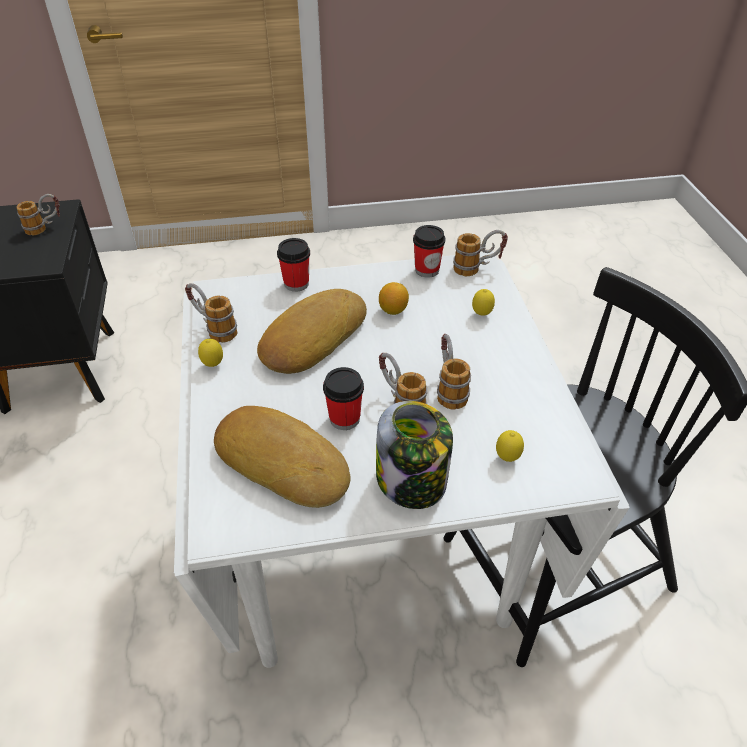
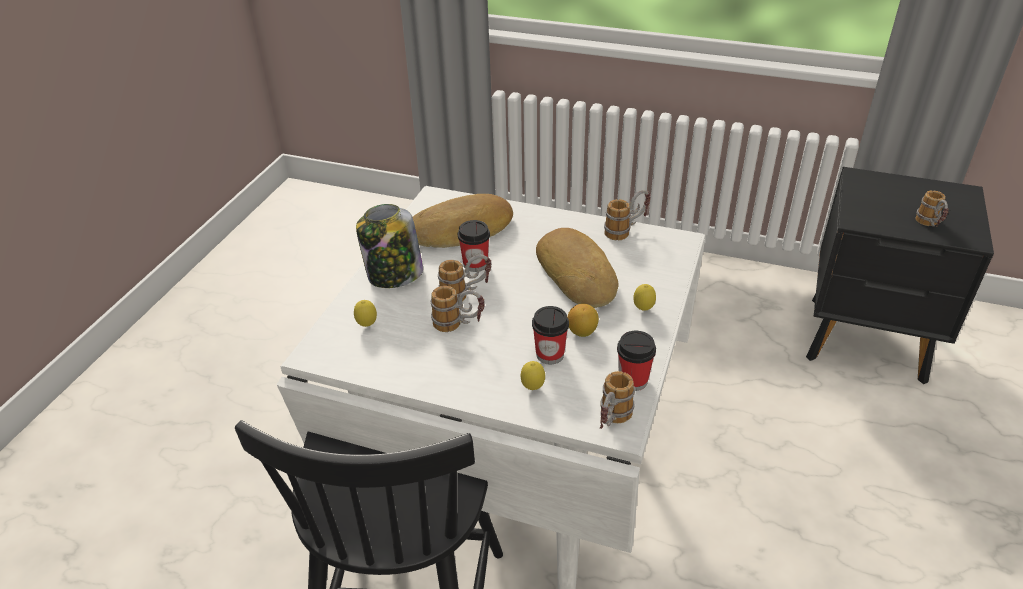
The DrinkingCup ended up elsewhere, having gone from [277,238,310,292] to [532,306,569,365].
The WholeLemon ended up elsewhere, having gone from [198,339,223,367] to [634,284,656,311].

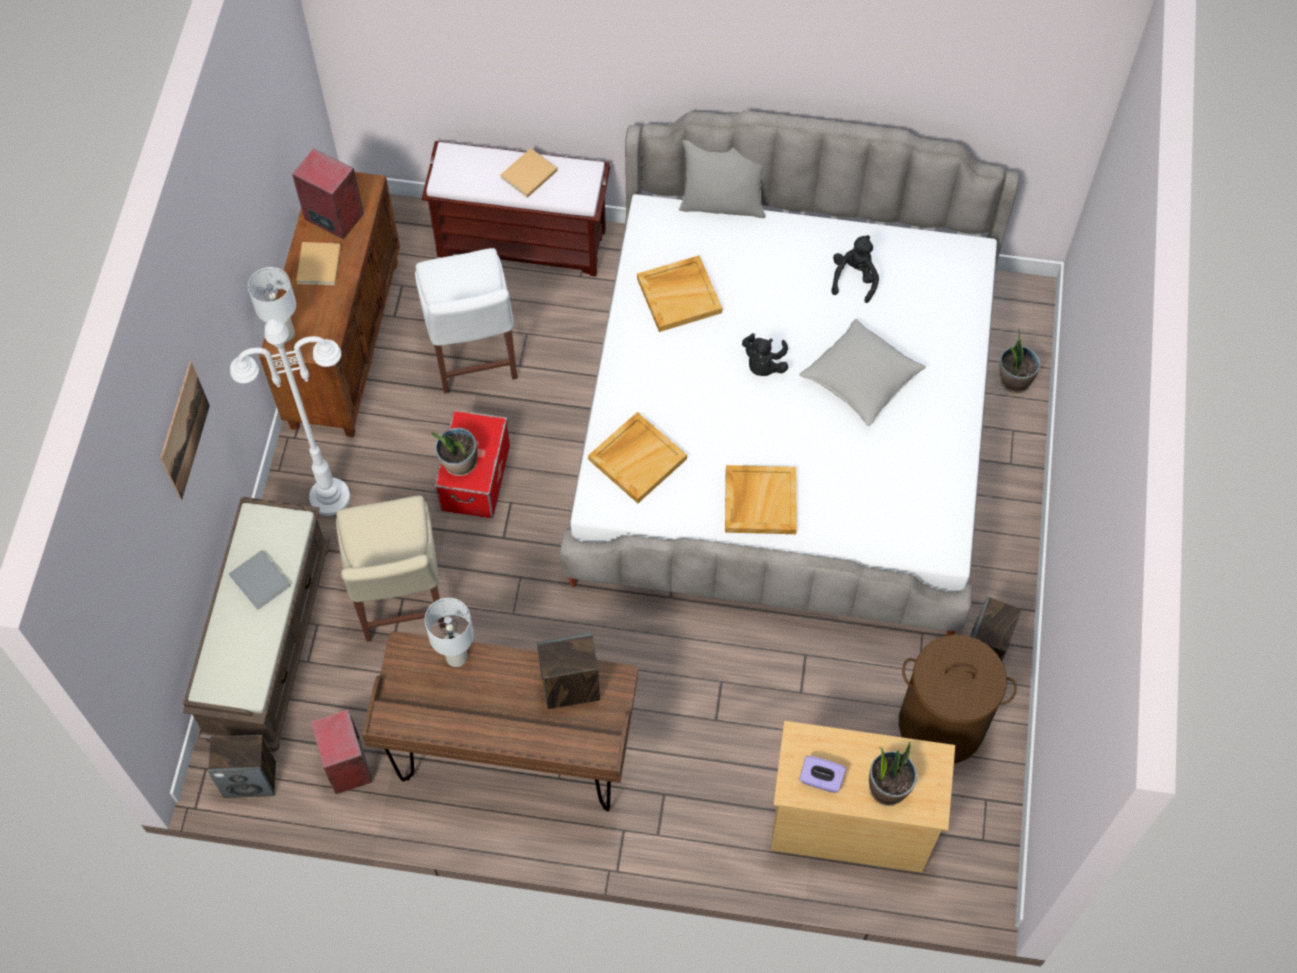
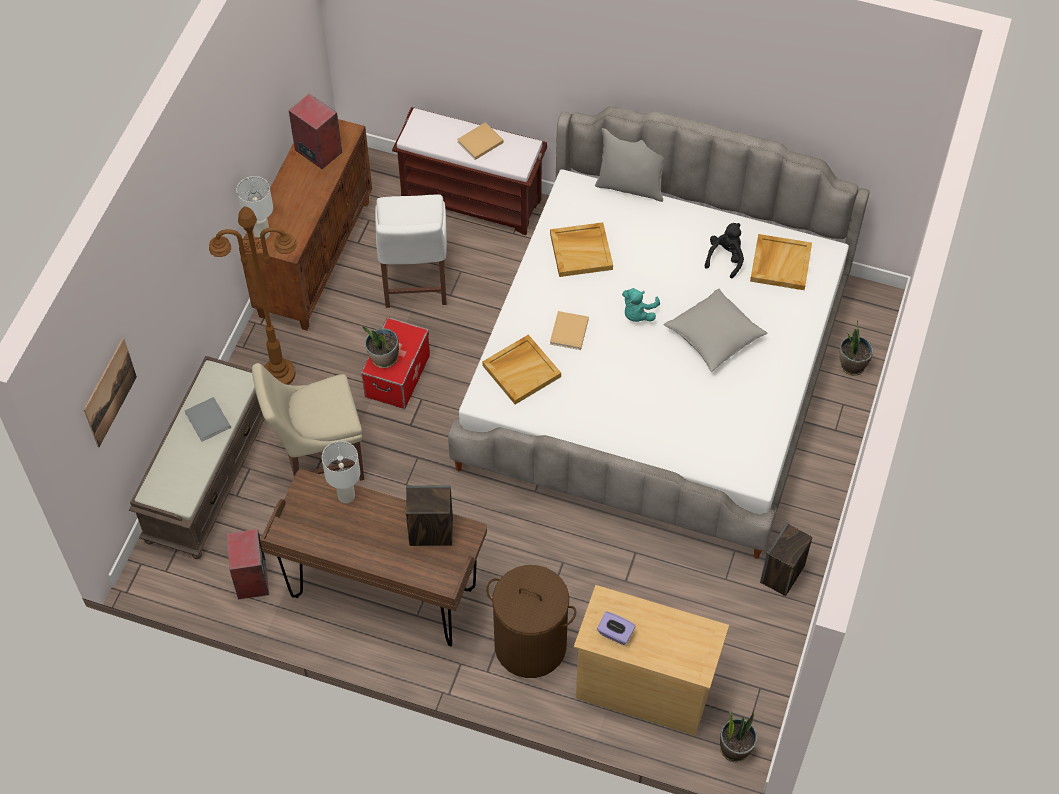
The SandColouredBook ended up elsewhere, having gone from [296,242,341,285] to [550,311,589,350].
What was the WhitishStandardLamp at [230,318,350,516] turned into the BrownStandardLamp at [209,206,297,385].
What was the BlackSoftToy at [742,333,788,376] turned into the TurquoiseColouredSoftToy at [622,288,660,322].
The Picture ended up elsewhere, having gone from [160,361,210,500] to [84,338,137,447].
The SandColouredTray ended up elsewhere, having gone from [725,465,797,534] to [750,234,812,290].
The SandColouredUprightChair at [336,495,446,642] ended up facing another way, 75 degrees clockwise from before.
The BrownHamper ended up elsewhere, having gone from [899,635,1017,764] to [486,565,576,678].
The second view lost the AudioSpeaker at [208,735,276,798].
The PlantInAPot ended up elsewhere, having gone from [869,741,917,806] to [720,711,757,762].

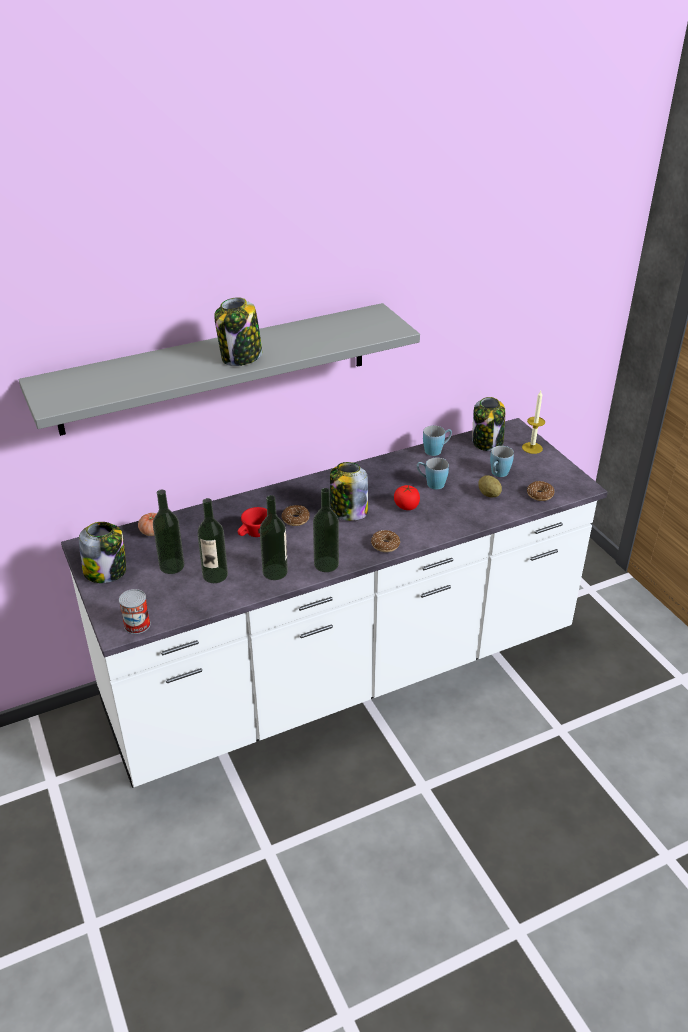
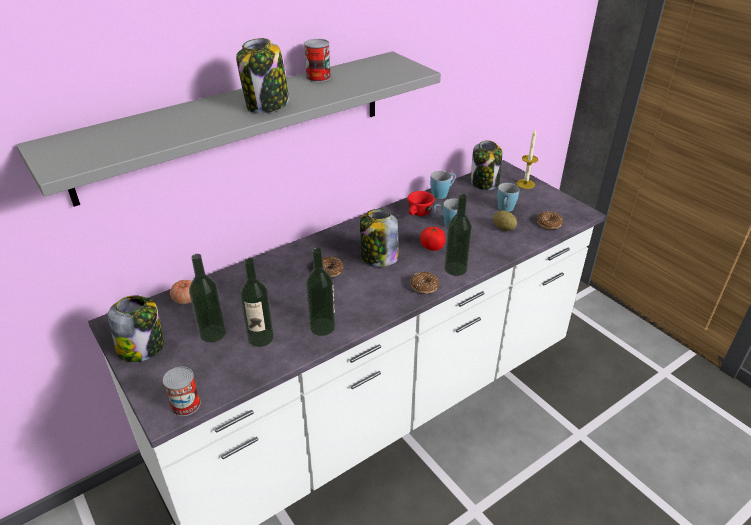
The Bottle ended up elsewhere, having gone from [313,488,339,572] to [444,194,472,276].
The ReddishDrinkingCup ended up elsewhere, having gone from [238,507,267,537] to [408,191,434,216].
The second view gained the Can at [304,39,331,82].

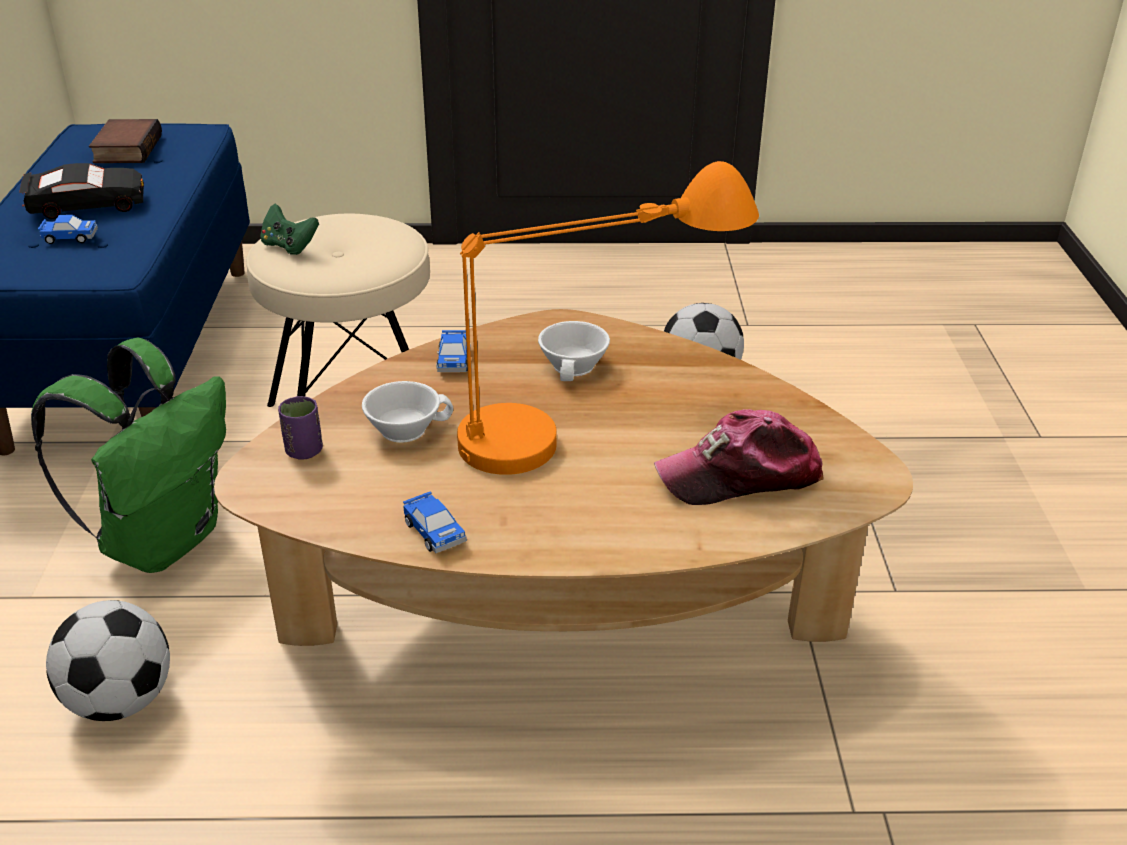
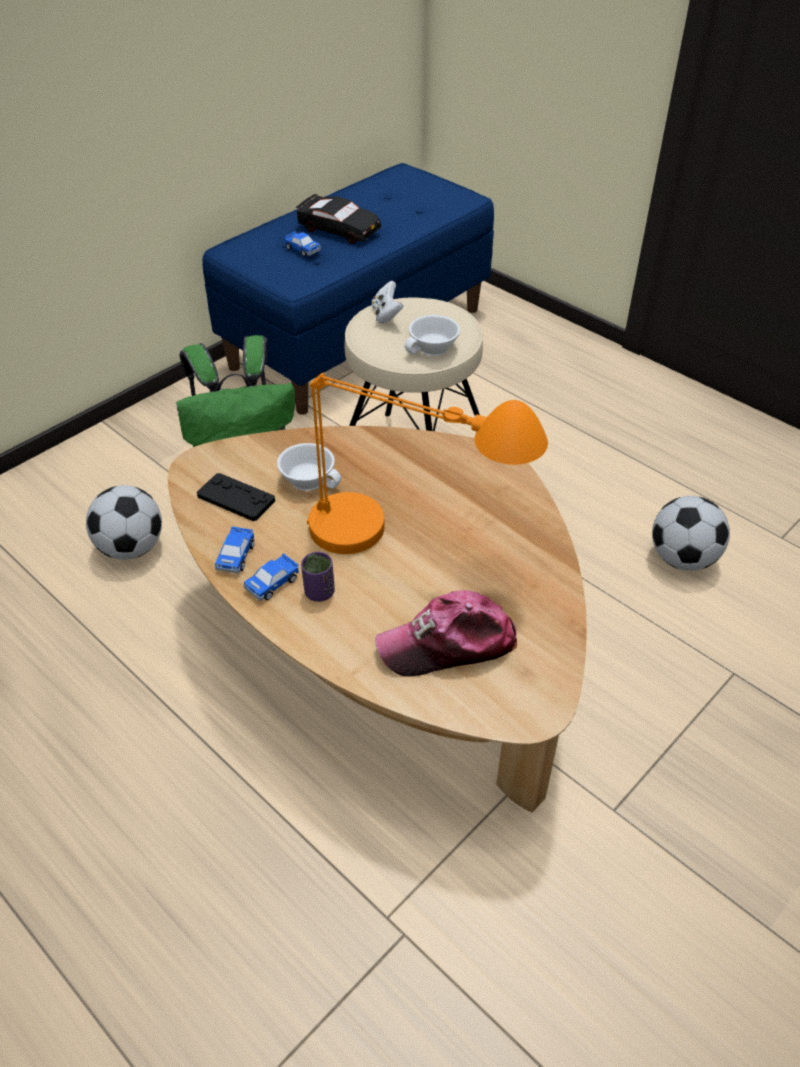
The second view lost the Book at [89,119,162,163].
What was the GreenGameController at [260,204,319,255] turned into the WhitishGameController at [372,281,403,324].
The WhitishDrinkingCup ended up elsewhere, having gone from [538,321,610,381] to [405,315,460,356].
The MiniatureCar ended up elsewhere, having gone from [436,330,471,372] to [244,553,299,601].
The PurplishDrinkingCup ended up elsewhere, having gone from [278,396,323,460] to [301,552,335,602].
The BaseballCap at [654,409,824,505] ended up facing another way, 45 degrees counterclockwise from before.
The second view gained the BlackGameController at [197,473,275,521].

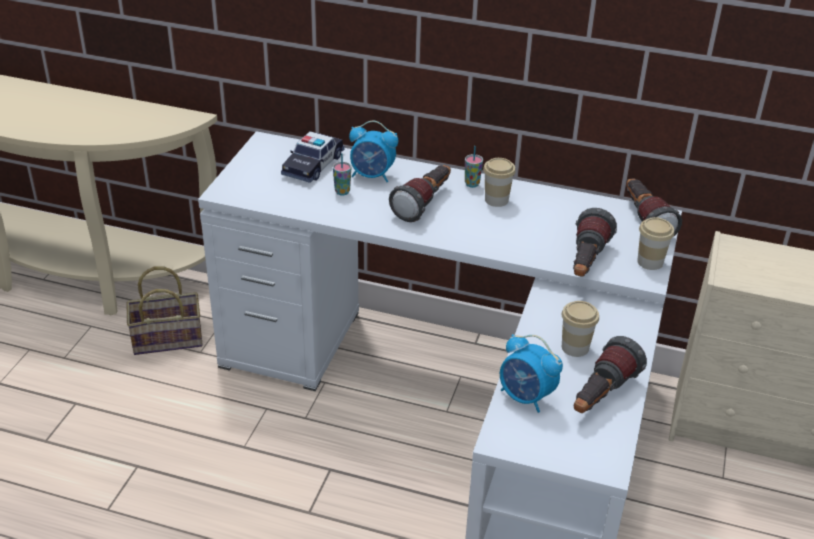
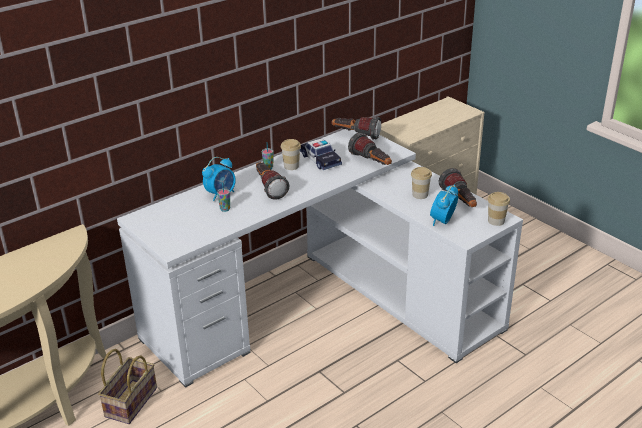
The MiniatureCar ended up elsewhere, having gone from [281,131,345,183] to [300,138,342,170].
The DrinkingCup ended up elsewhere, having gone from [637,217,674,270] to [487,192,510,226].
The BedsideClock at [500,334,563,413] ended up facing another way, 135 degrees clockwise from before.

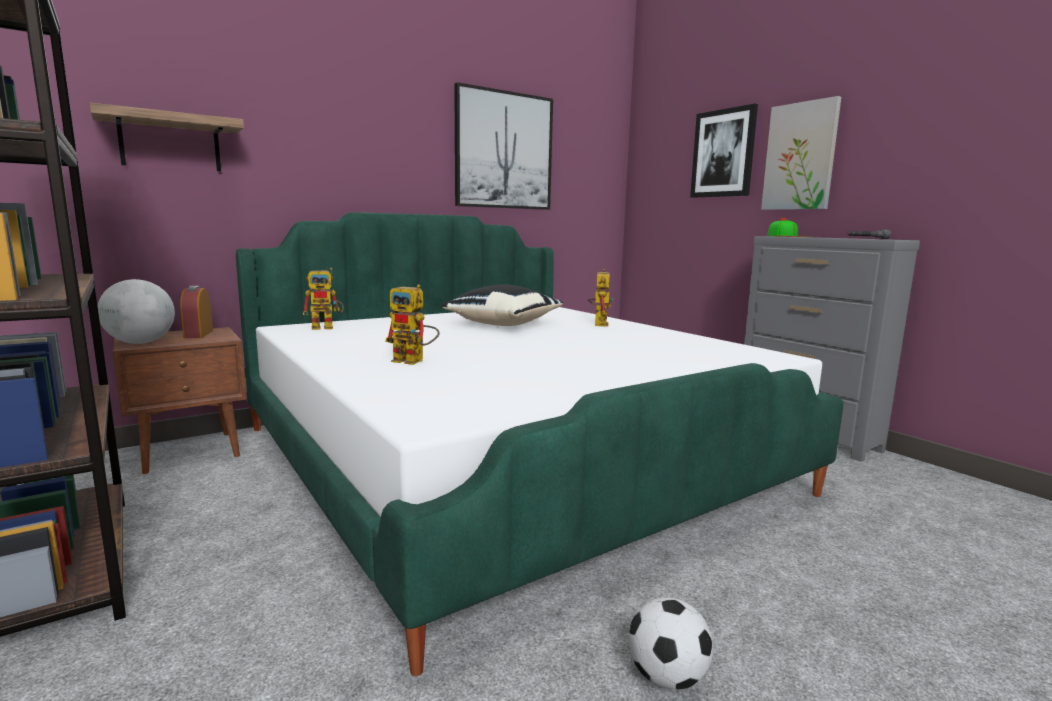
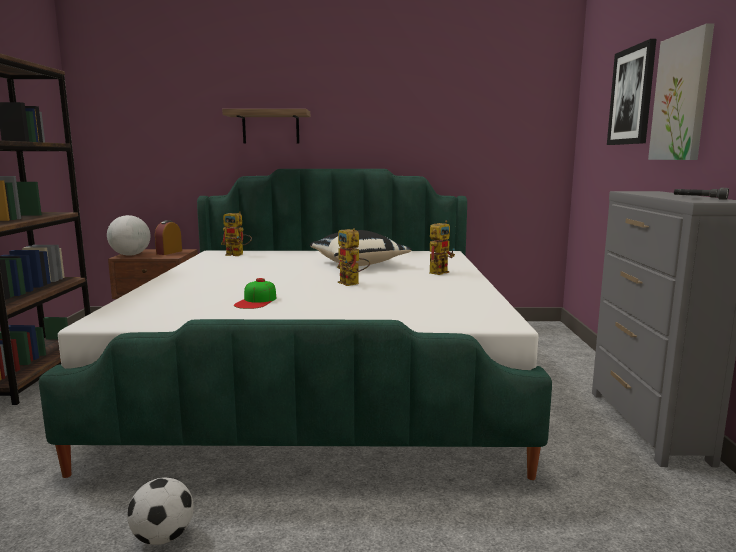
The second view lost the Picture at [454,82,553,210].
The BracketShelf ended up elsewhere, having gone from [89,103,244,171] to [222,109,310,144].
The BaseballCap ended up elsewhere, having gone from [767,218,812,237] to [234,278,276,309].
The RobotFigure ended up elsewhere, having gone from [385,284,440,365] to [337,228,370,286].

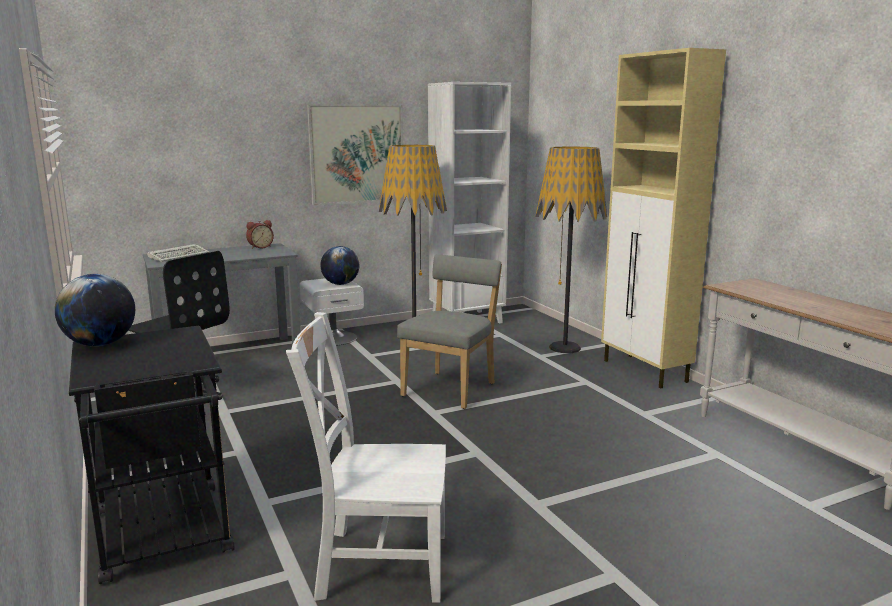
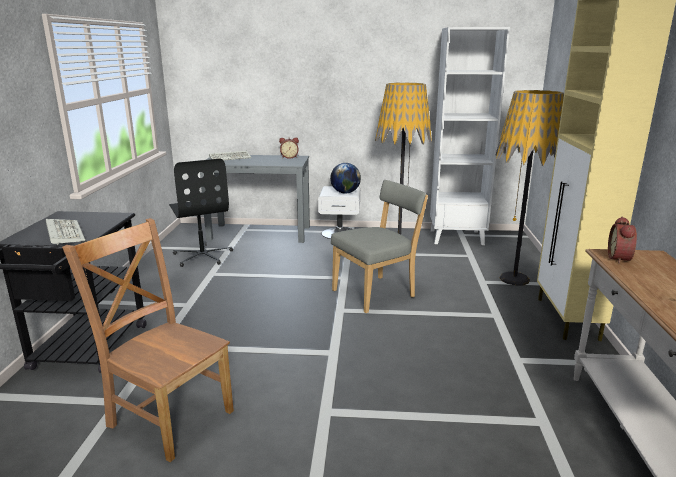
The second view lost the Picture at [307,104,403,206].
The second view lost the WorldGlobe at [55,274,135,346].
What was the WhitishUprightChair at [286,312,446,603] turned into the BrownUprightChair at [62,218,234,462].
The second view gained the BedsideClock at [608,217,637,264].
The second view gained the Keyboard at [46,219,85,245].

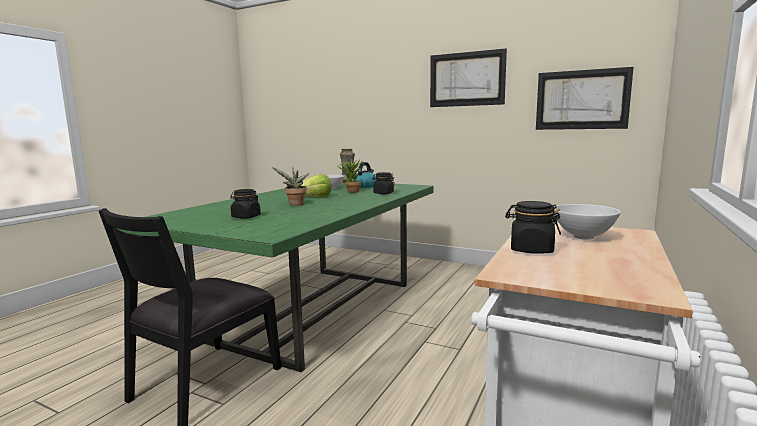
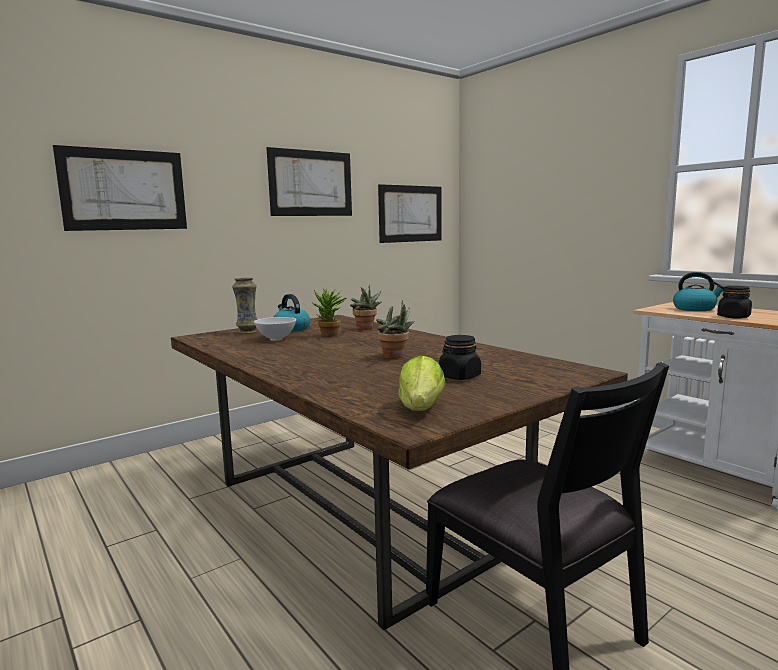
Where the BlackPreserveJar stood at [372,172,395,194], the PlantInAPot came to stand at [350,284,382,330].
The Lettuce ended up elsewhere, having gone from [301,175,331,197] to [398,356,446,411].
What was the GreenDinnerTable at [116,181,433,372] turned into the BrownDinnerTable at [171,315,628,630].
Where the WhitishBowl stood at [554,204,621,240], the TeaKettle came to stand at [673,272,725,311].
The second view gained the Picture at [53,145,187,231].

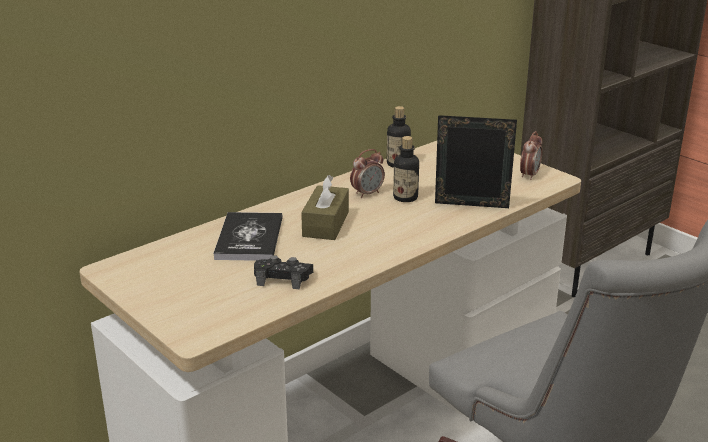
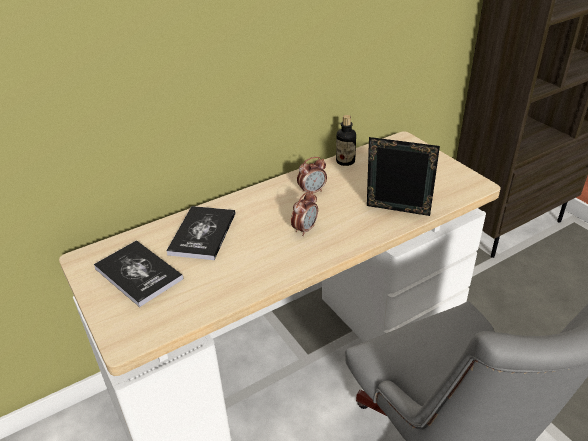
The BedsideClock ended up elsewhere, having gone from [520,131,543,180] to [291,191,318,236].
The second view lost the Bottle at [393,136,419,202].
The second view lost the BrownBoxOfTissues at [301,175,349,240].
The second view lost the BlackGameController at [254,255,313,289].
The second view gained the Book at [94,240,183,307].

